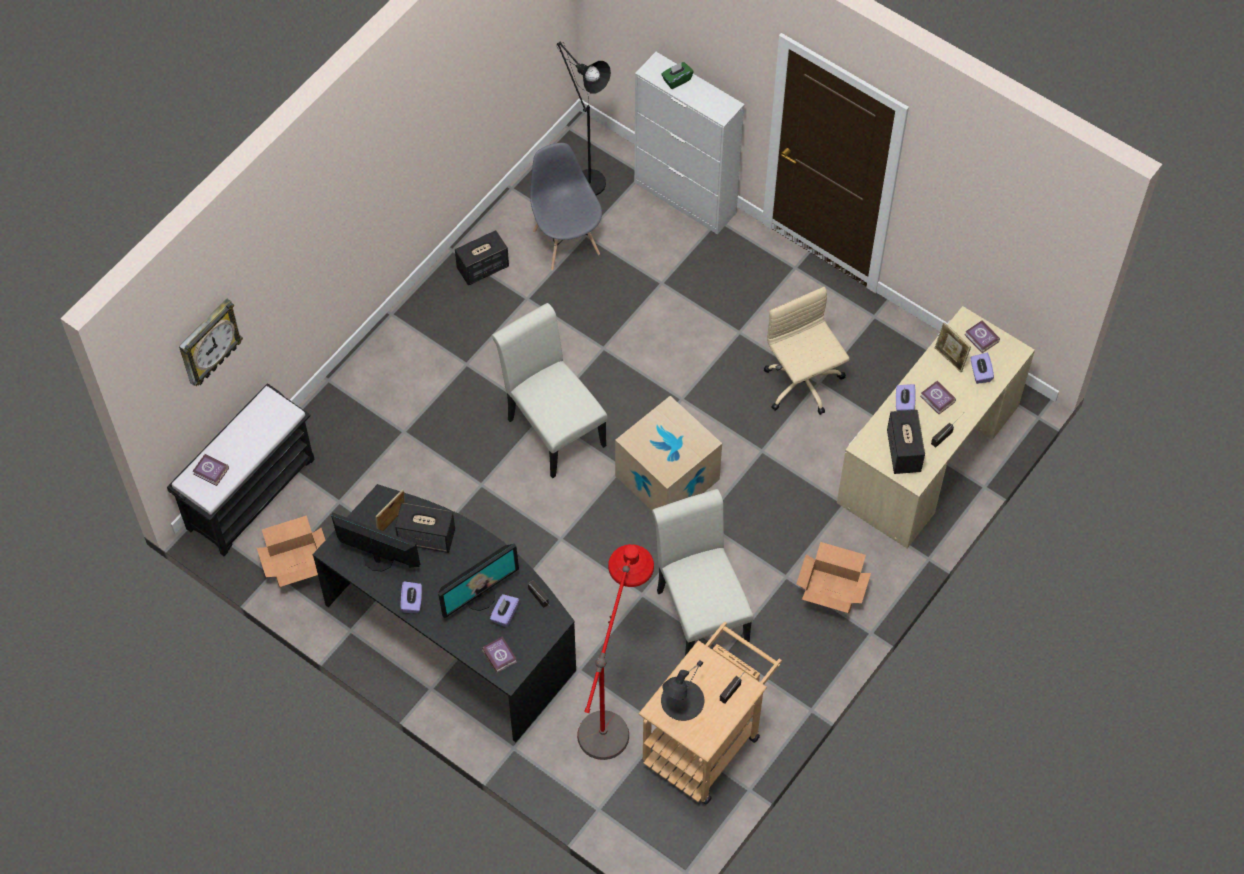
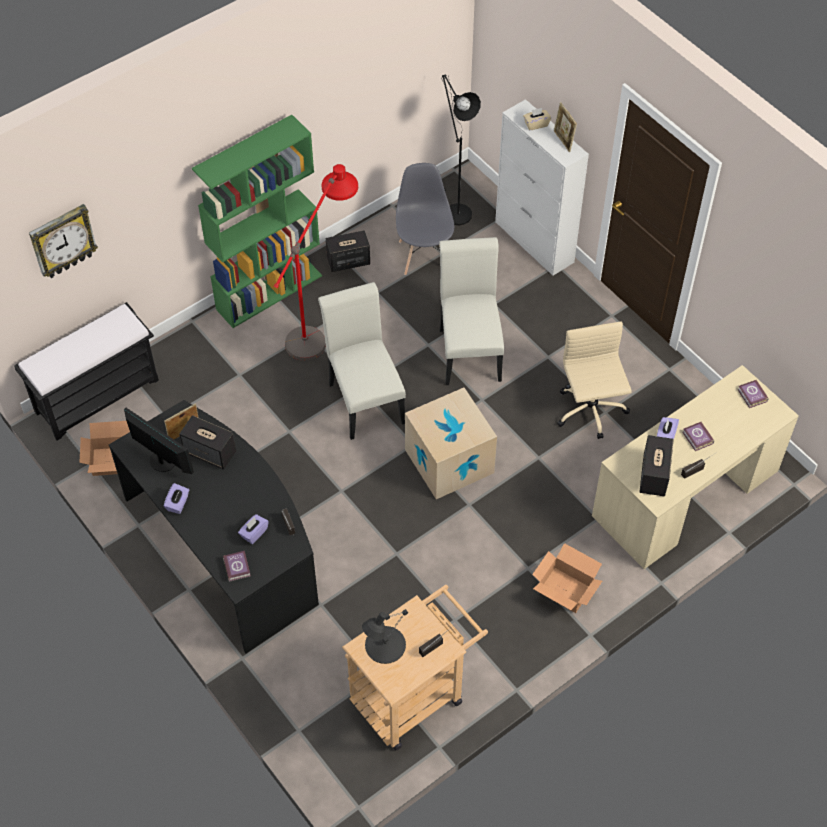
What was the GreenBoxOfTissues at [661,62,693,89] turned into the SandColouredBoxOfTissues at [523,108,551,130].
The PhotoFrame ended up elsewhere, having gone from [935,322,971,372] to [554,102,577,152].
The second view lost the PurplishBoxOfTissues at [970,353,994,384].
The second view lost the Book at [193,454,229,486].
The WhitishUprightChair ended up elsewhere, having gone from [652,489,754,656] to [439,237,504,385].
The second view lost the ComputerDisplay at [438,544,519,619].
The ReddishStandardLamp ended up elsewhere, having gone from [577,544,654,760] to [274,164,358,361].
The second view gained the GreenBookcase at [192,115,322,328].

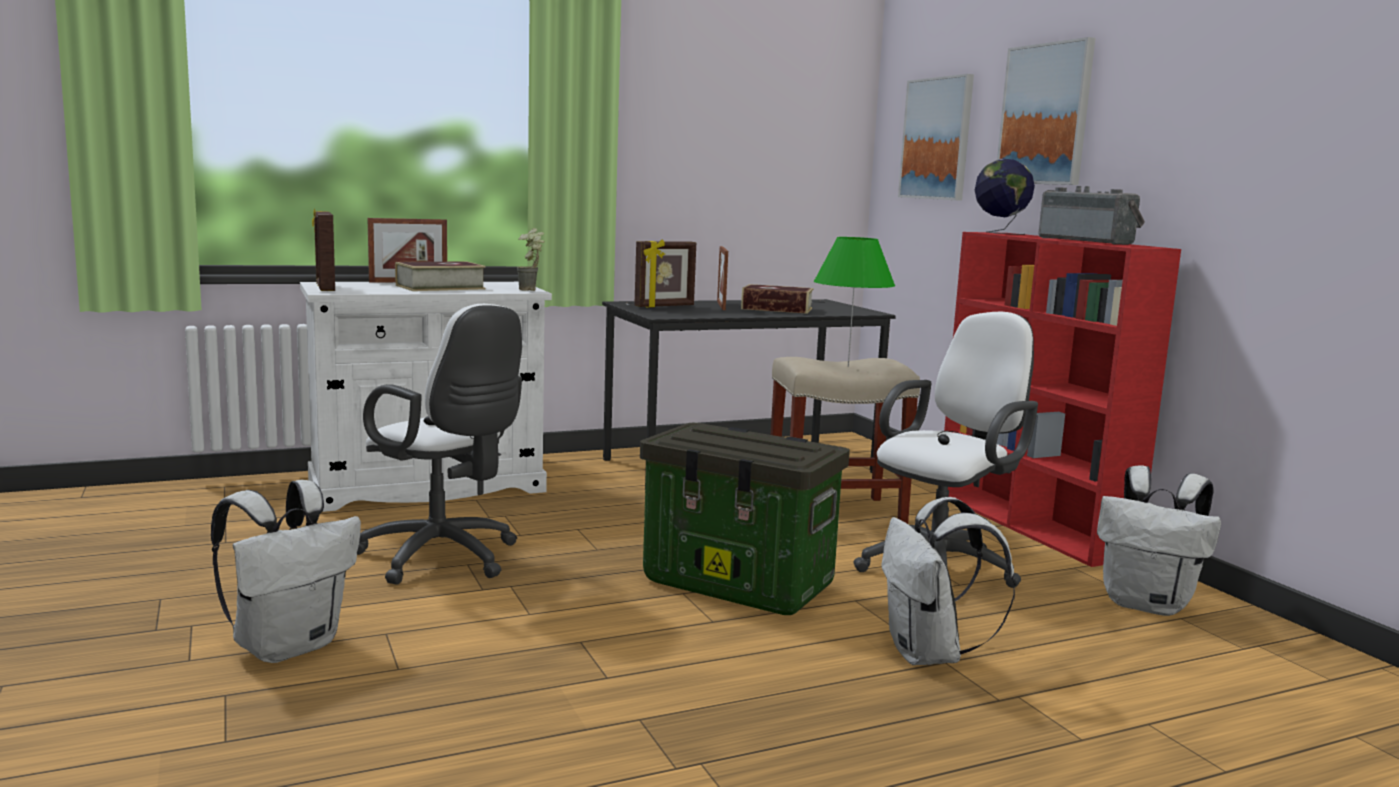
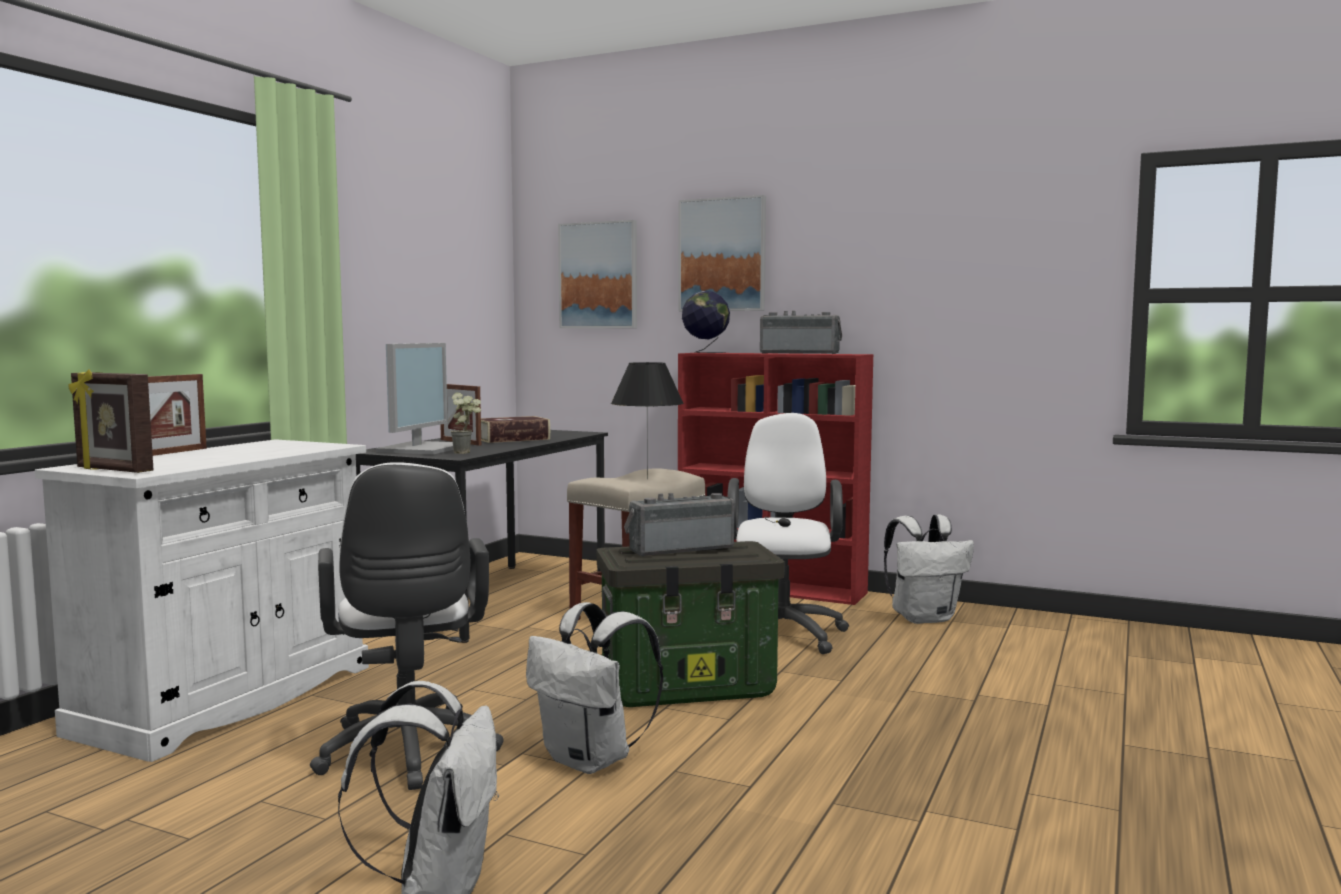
The PlantInAPot ended up elsewhere, having gone from [517,228,545,291] to [451,392,481,454].
What was the GreenTableLamp at [814,237,895,367] turned into the BlackTableLamp at [611,362,684,479].
Where the PhotoFrame stood at [634,239,696,308], the ComputerDisplay came to stand at [375,343,453,454].
The second view lost the Book at [395,261,485,291].
The WhitishComputerChair at [357,304,522,584] ended up facing another way, 75 degrees clockwise from before.
The WhitishKnapsack ended up elsewhere, having gone from [881,497,1016,665] to [526,602,663,774].
The second view gained the RadioReceiver at [624,493,734,556].

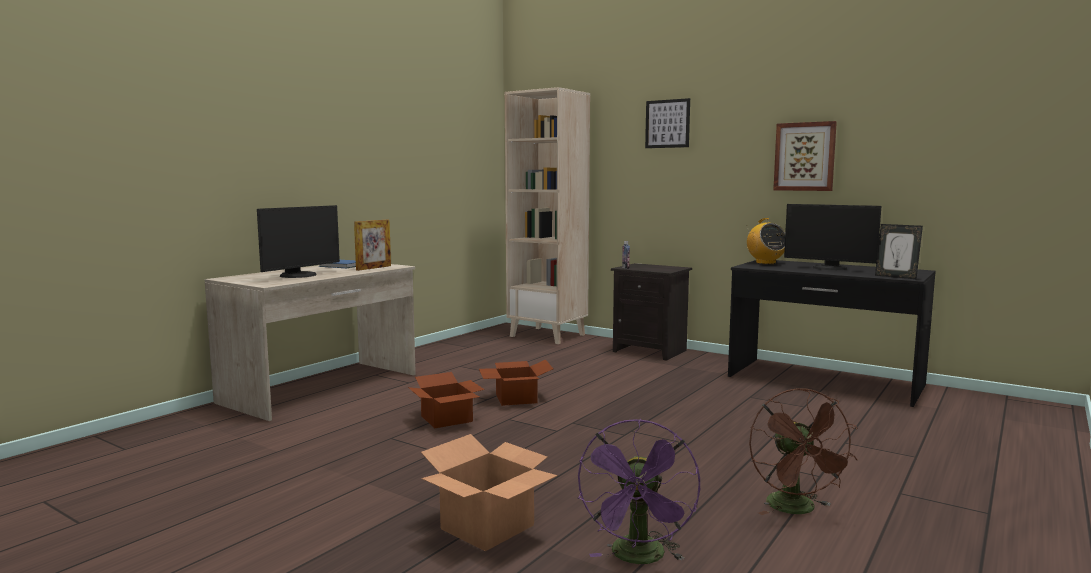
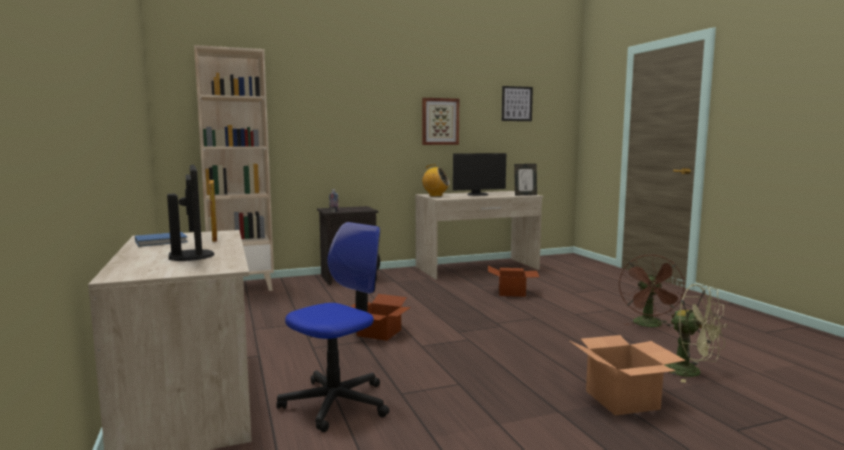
The Picture ended up elsewhere, having gone from [645,98,690,148] to [502,86,533,121].
What was the BlackDeskUnit at [728,260,936,407] turned into the SandColouredDeskUnit at [416,191,543,279].
The PackingBox ended up elsewhere, having gone from [408,372,485,428] to [488,266,539,297].
The BrownElectricFan at [749,388,858,515] ended up facing another way, 75 degrees clockwise from before.
What was the PurplishElectricFan at [577,419,700,564] turned into the GreenElectricFan at [664,284,727,383].
The second view gained the ComputerChair at [276,222,390,432].

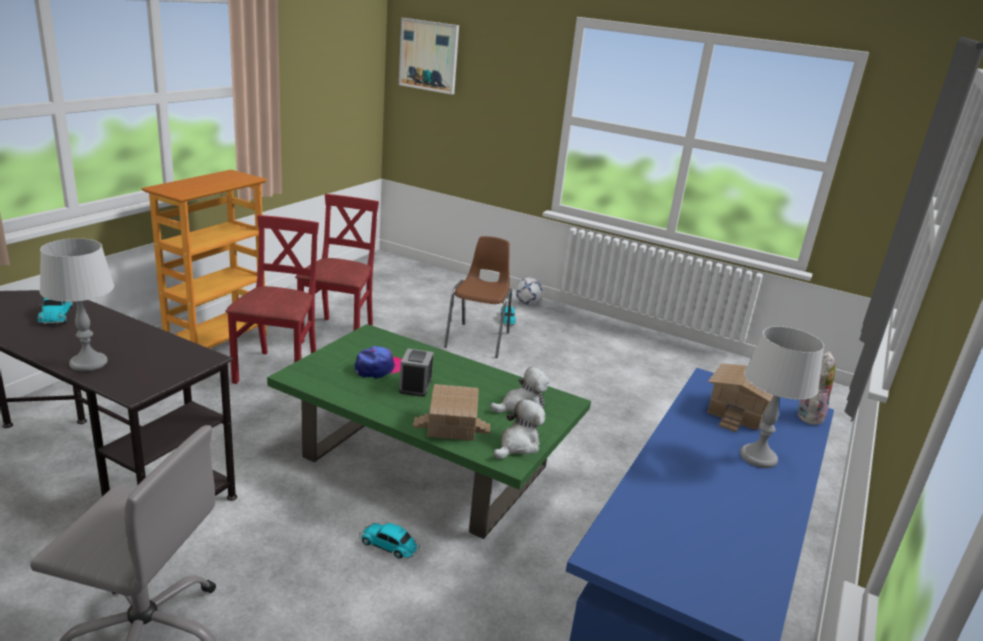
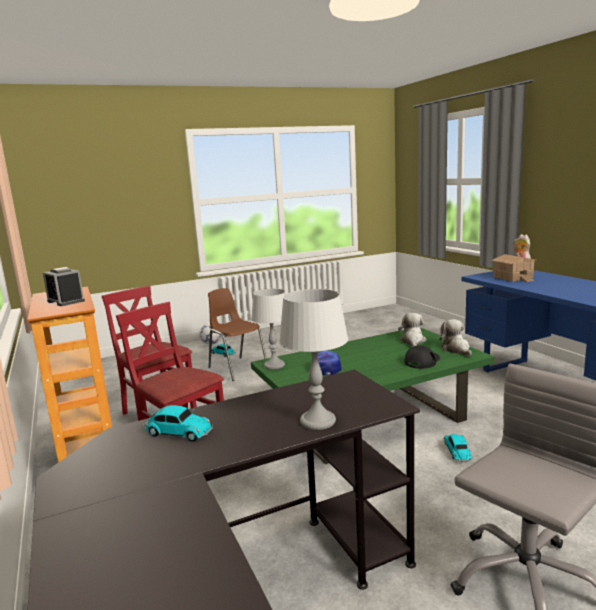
The second view lost the Picture at [399,18,459,95].
The GreyTableLamp ended up elsewhere, having gone from [740,326,824,468] to [251,289,286,370].
The BedsideClock ended up elsewhere, having gone from [399,348,434,397] to [43,267,85,306].
Where the MiniatureHouse stood at [413,384,490,441], the BlackBaseballCap came to stand at [405,345,440,369].
The MiniatureCar at [359,523,420,558] ended up facing another way, 120 degrees clockwise from before.

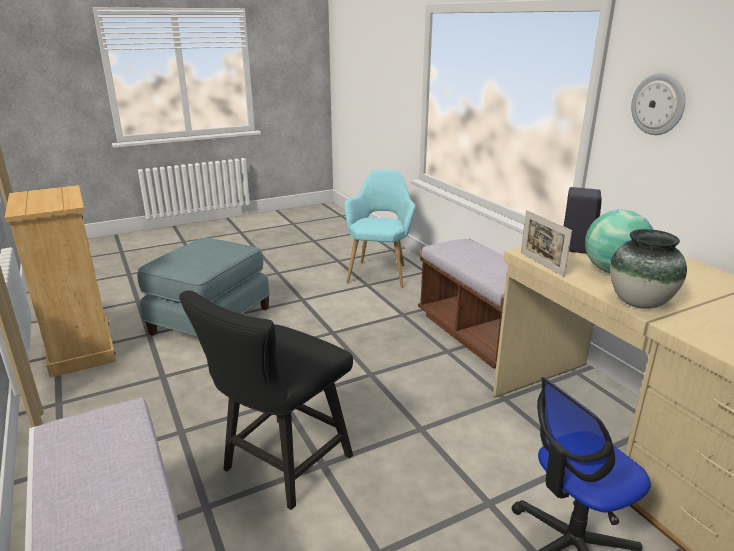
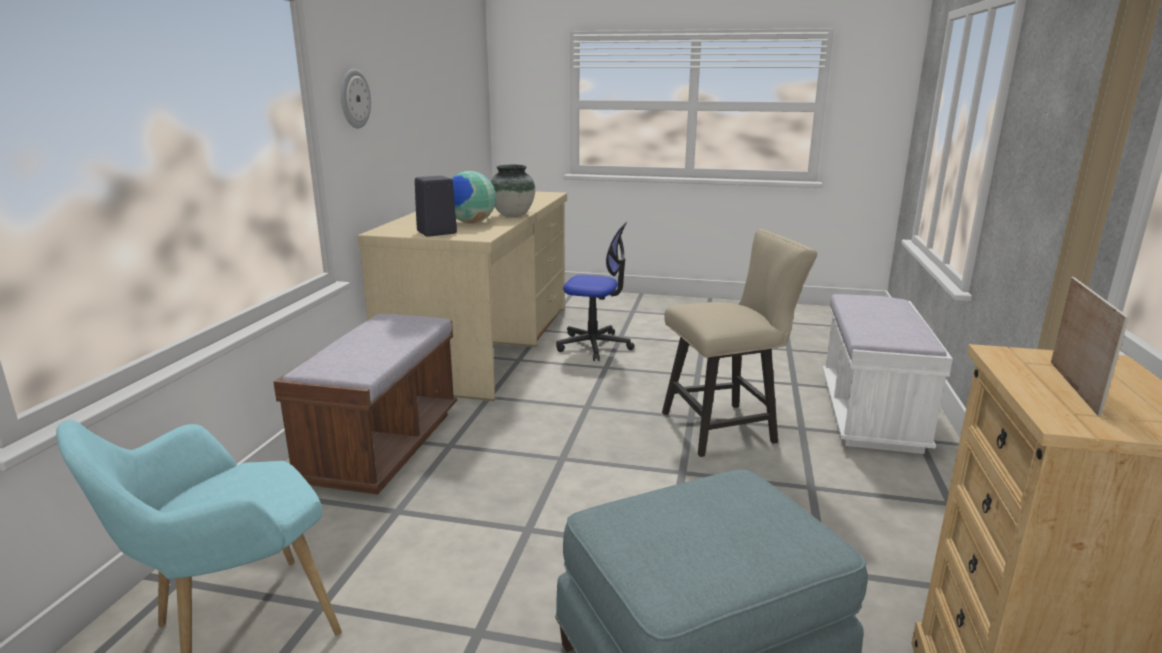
The PhotoFrame ended up elsewhere, having gone from [521,210,572,277] to [1051,277,1129,417].
What was the BlackUprightChair at [179,290,353,510] turned into the SandColouredUprightChair at [662,229,817,457].

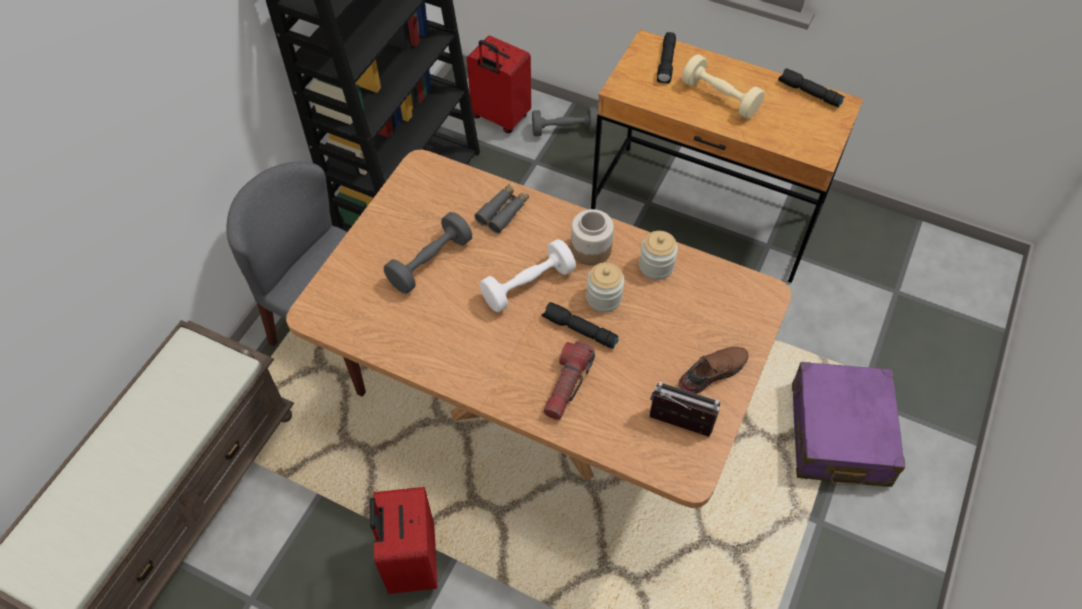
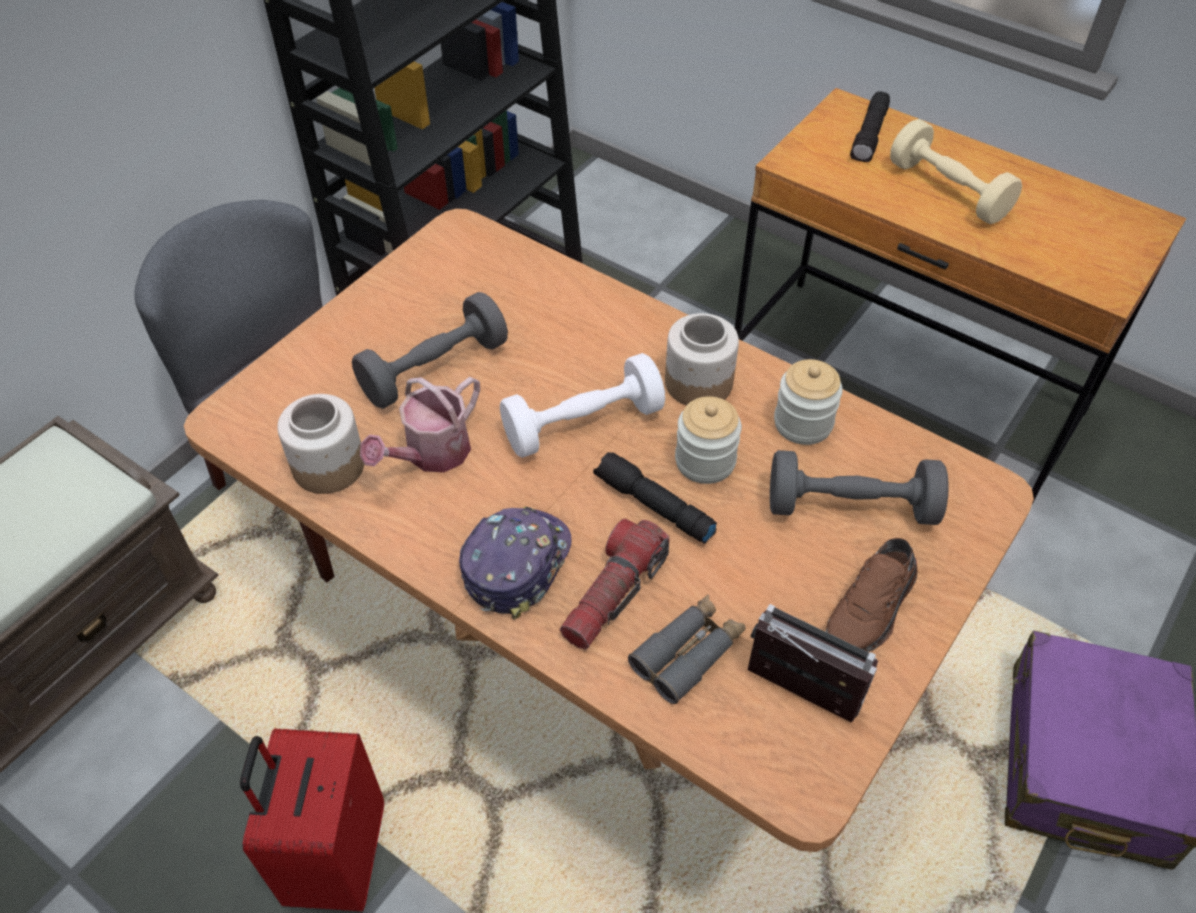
The second view lost the ReddishTravelCase at [467,36,531,133].
The second view lost the BlackTorch at [778,68,844,108].
The GreyDumbbell ended up elsewhere, having gone from [532,107,598,136] to [770,450,949,525].
The GreyBinoculars ended up elsewhere, having gone from [475,184,529,233] to [628,595,746,704].
The BrownLowShoe at [679,347,748,394] ended up facing another way, 150 degrees clockwise from before.
The second view gained the SprinklingCan at [360,377,480,472].
The second view gained the PreserveJar at [277,394,364,494].
The second view gained the BaseballCap at [459,507,572,620].

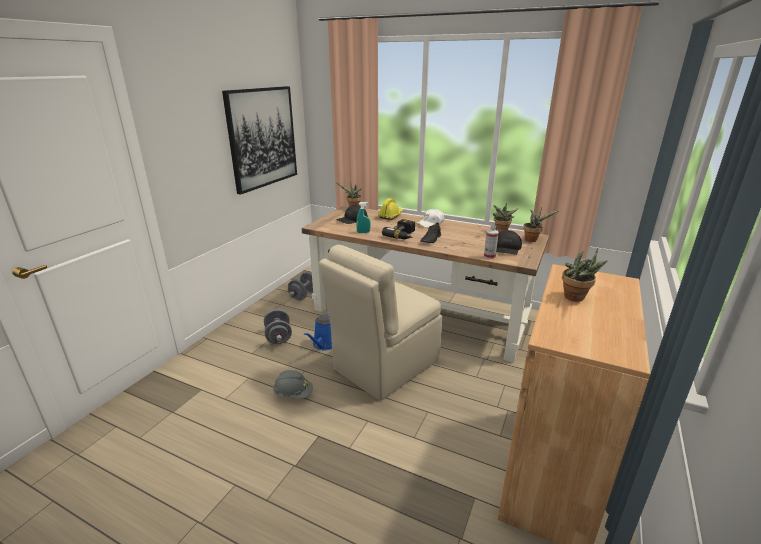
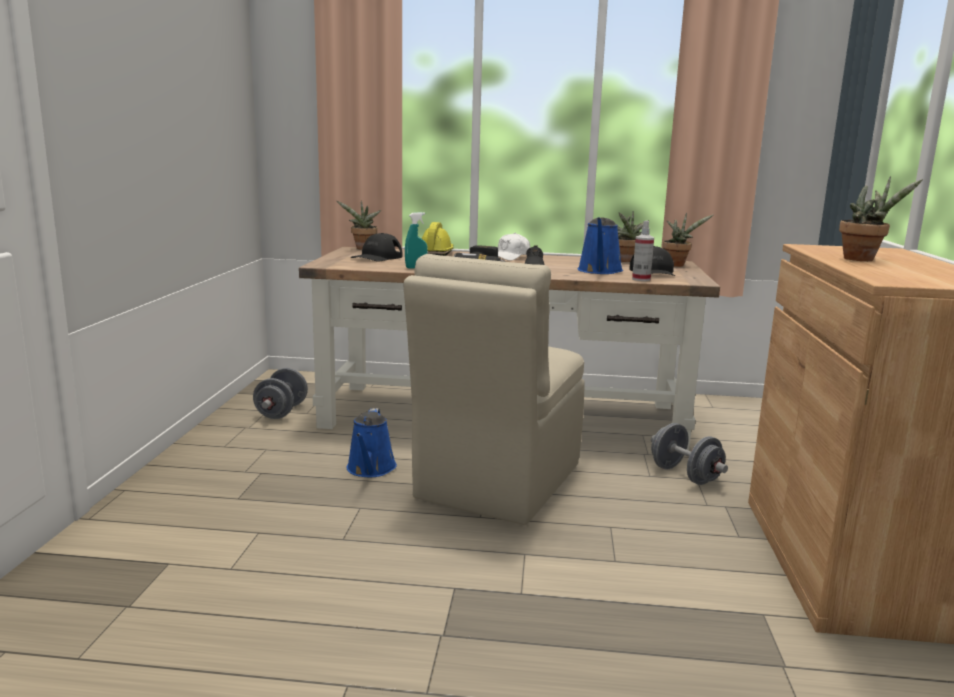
The second view lost the Picture at [222,86,297,195].
The GreyDumbbell ended up elsewhere, having gone from [264,309,292,344] to [651,423,728,485].
The second view lost the GreyWorkHelmet at [273,370,313,399].
The second view gained the BluishSprinklingCan at [577,217,623,274].

